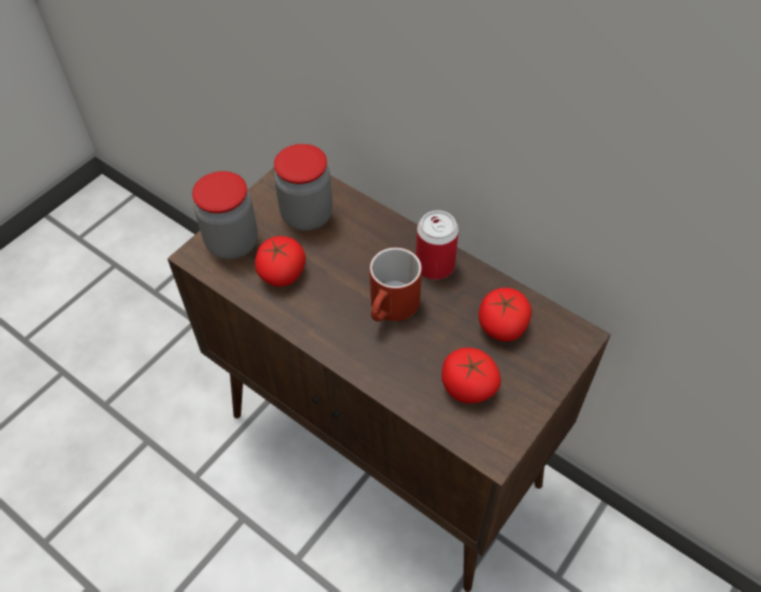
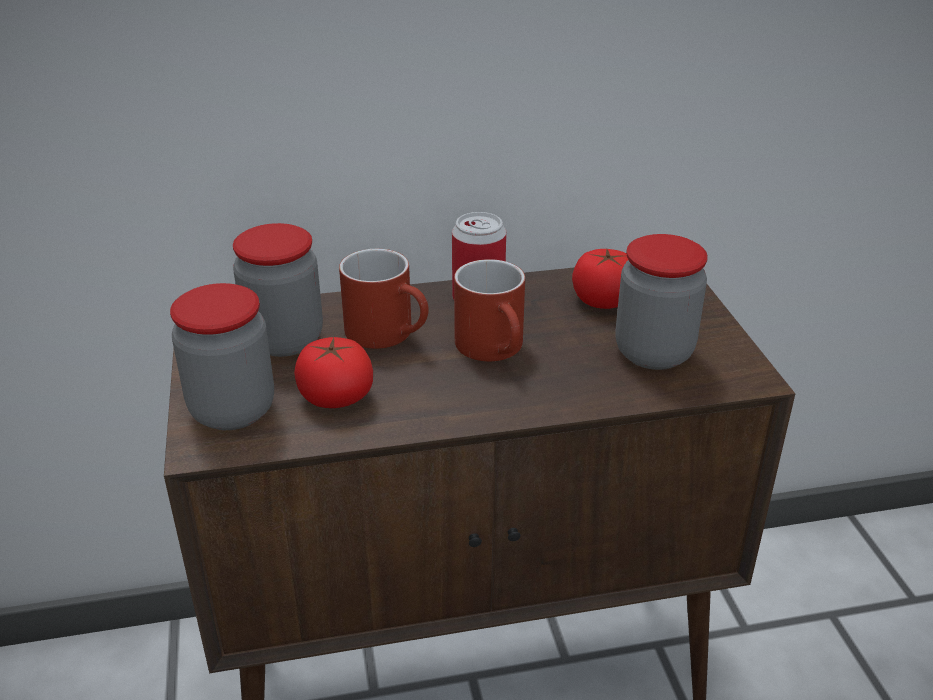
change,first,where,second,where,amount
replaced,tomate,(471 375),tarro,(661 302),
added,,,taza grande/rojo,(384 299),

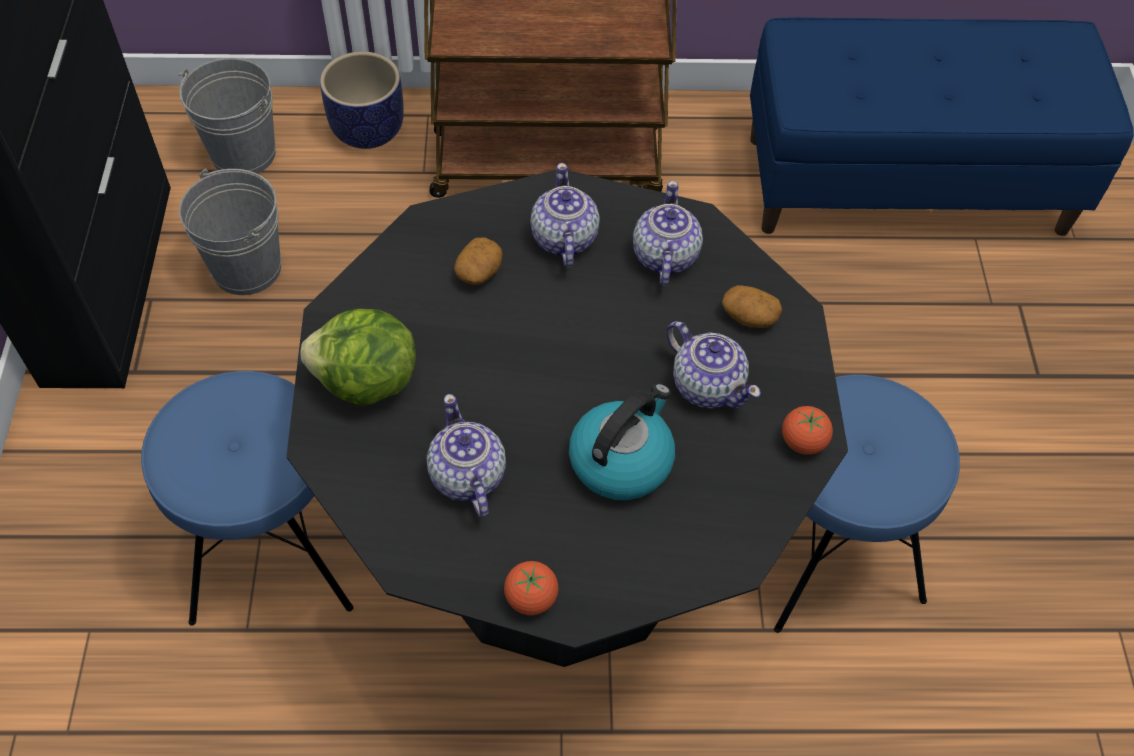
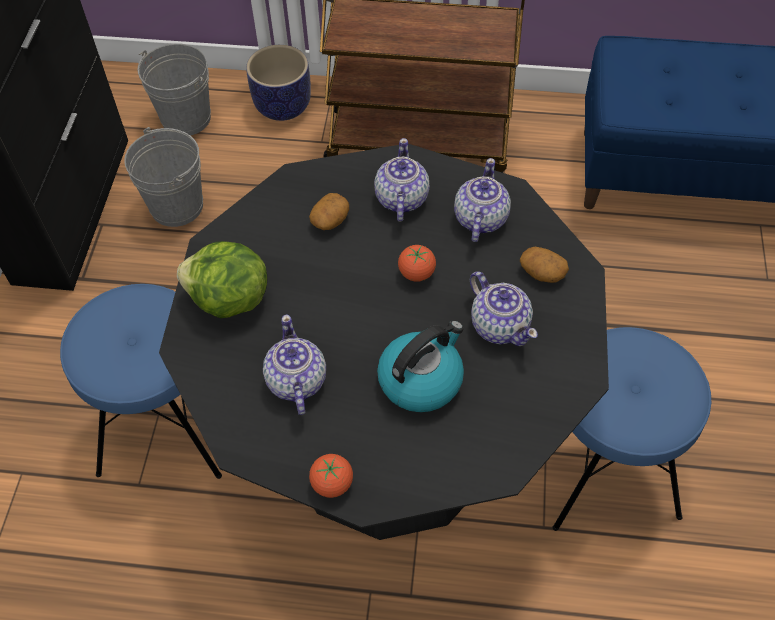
change,first,where,second,where,amount
moved,tomate,(807 430),,(417 263),

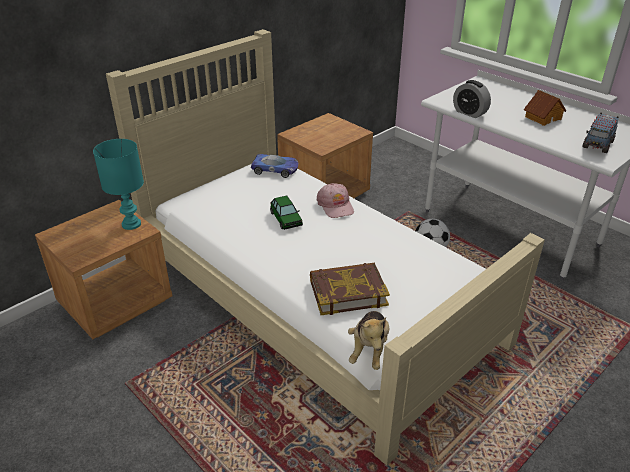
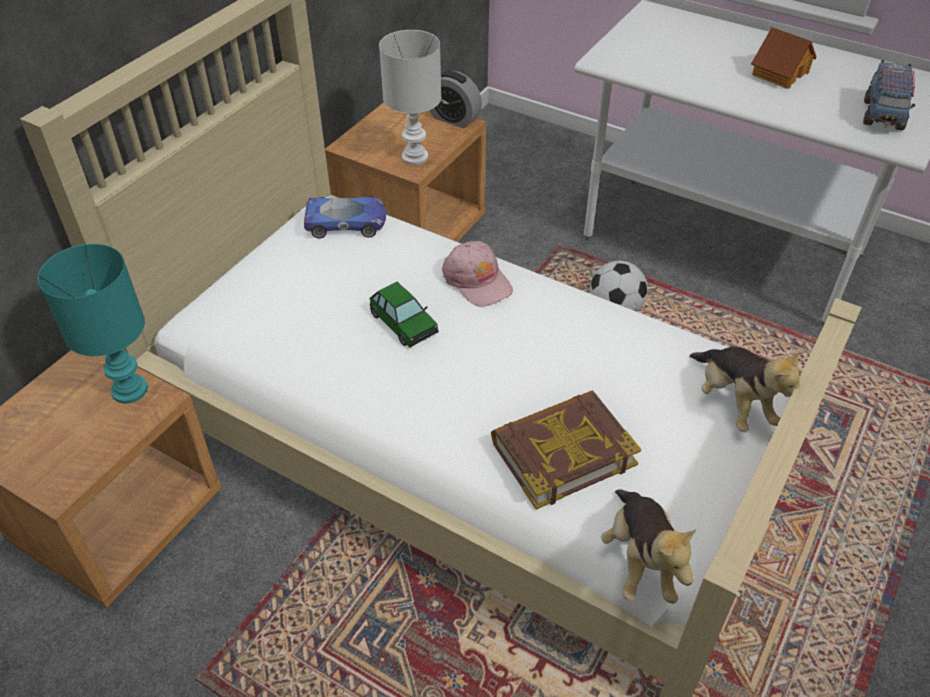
change,first,where,second,where,amount
moved,despertador,(472 99),,(456 99),
added,,,lámpara de mesa/blanco,(410 97),
added,,,peluche,(745 389),

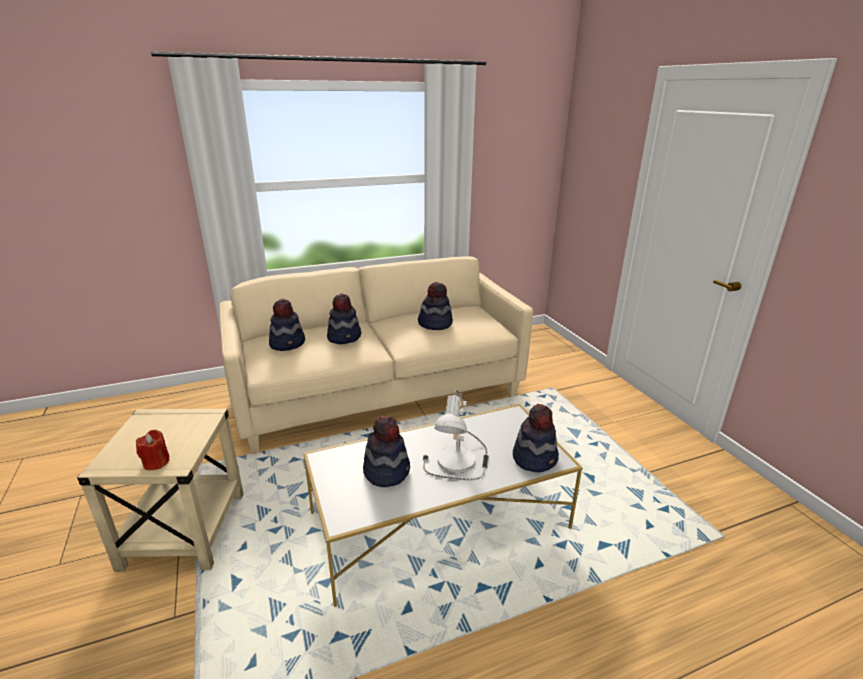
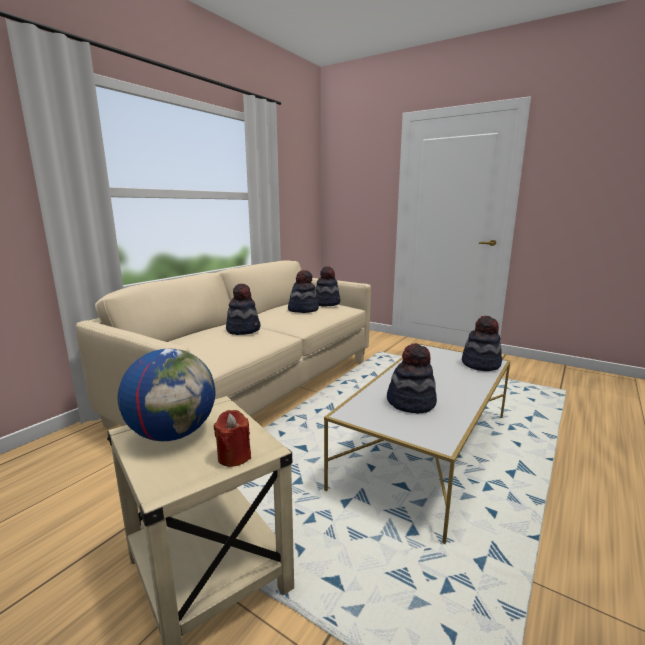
change,first,where,second,where,amount
moved,sombrero,(287 324),,(327 286),
removed,lámpara de mesa,(455 435),,,
added,,,globo terráqueo,(166 395),

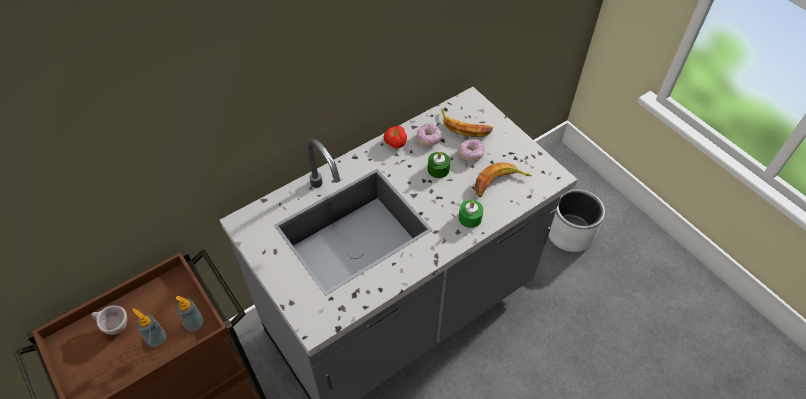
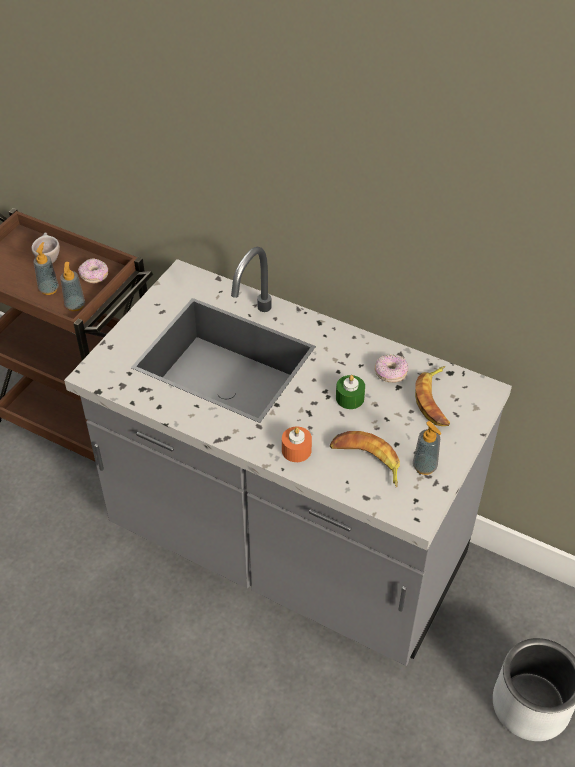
change,first,where,second,where,amount
removed,tomate,(395 137),,,
moved,rosquilla,(472 150),,(93 270),
recoloured,vela/verde,(471 214),vela/naranja,(297 444),
added,,,dispensador de jabón,(427 448),

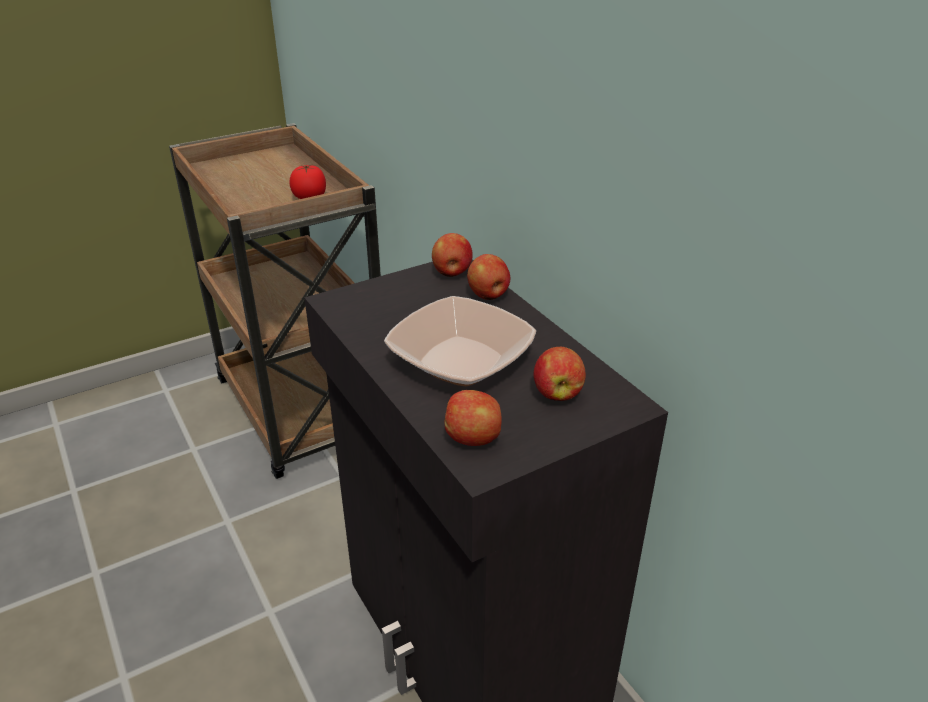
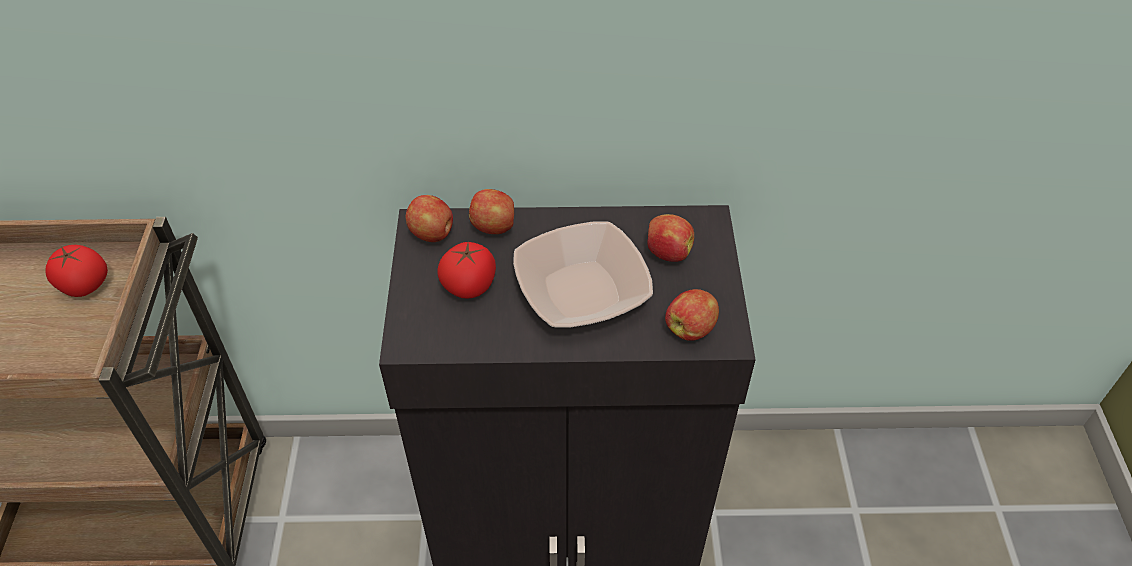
change,first,where,second,where,amount
added,,,tomate,(466 270),

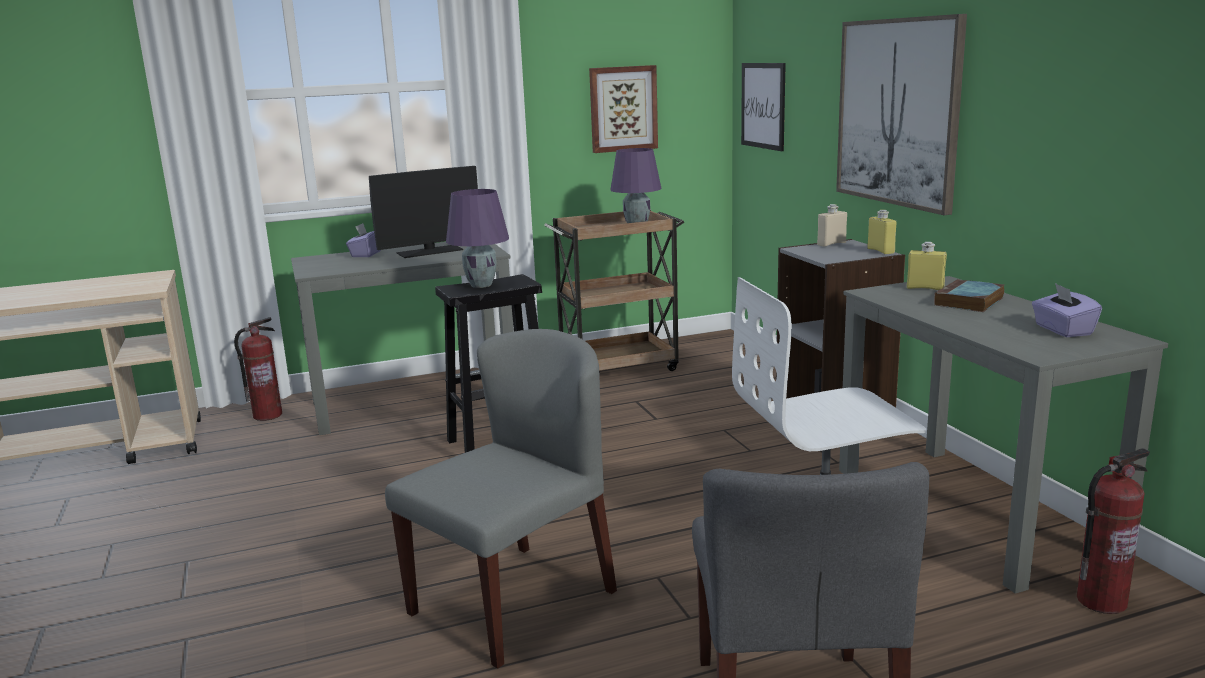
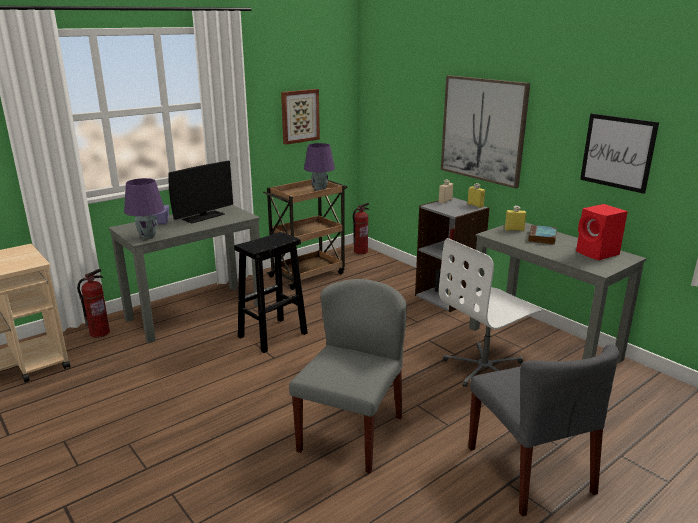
change,first,where,second,where,amount
moved,lámpara de mesa/morado,(477 238),,(144 208),
moved,cuadro,(763 107),,(619 153),
replaced,caja de pañuelos/morado,(1067 310),altavoz/rojo,(602 232),
moved,extintor,(1113 531),,(361 228),

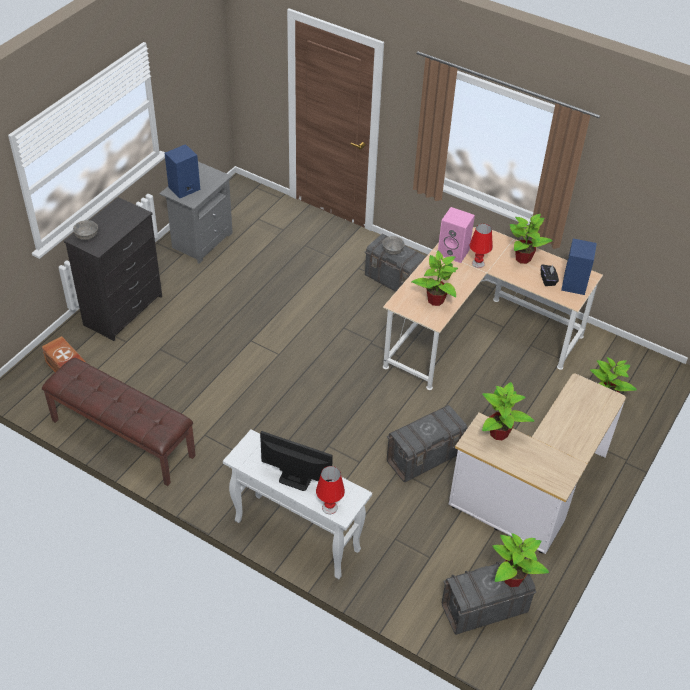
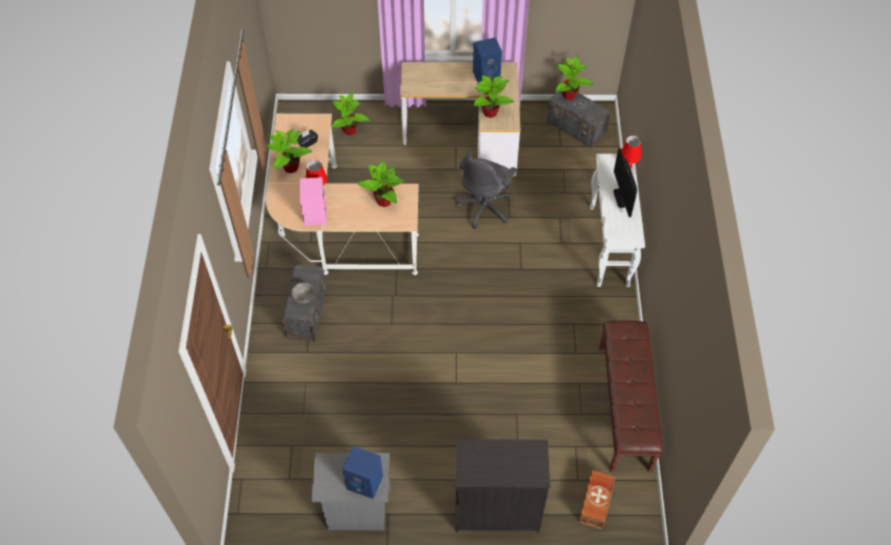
change,first,where,second,where,amount
removed,cuenco/gris,(85 230),,,
replaced,caja de almacenaje/gris,(427 443),silla de oficina/gris,(486 190),
moved,altavoz/azul,(579 267),,(487 60),

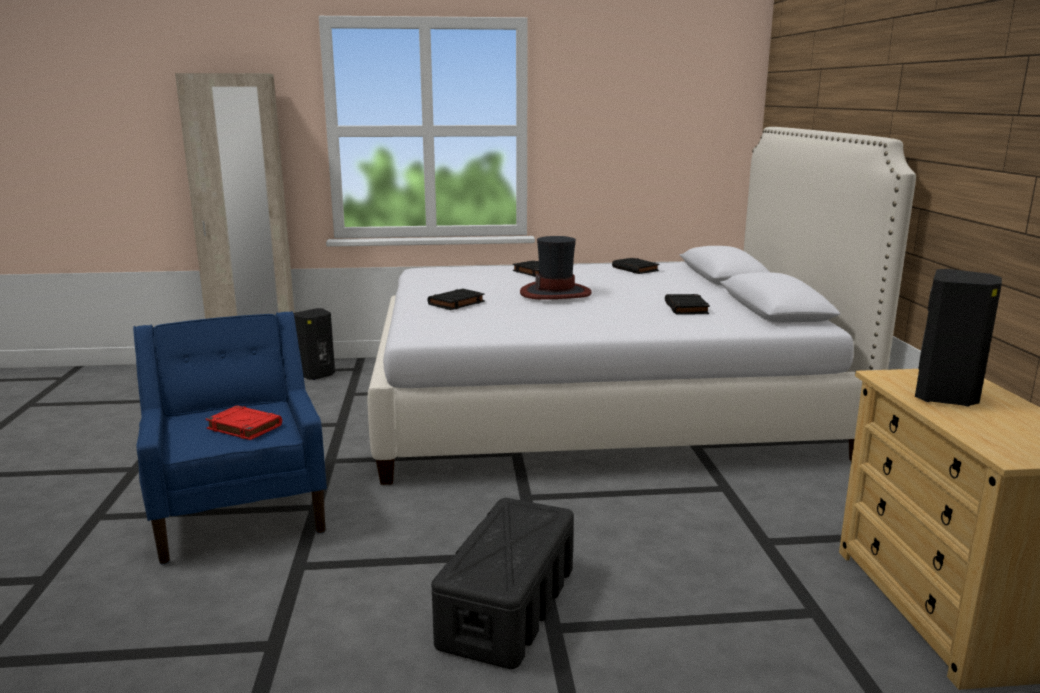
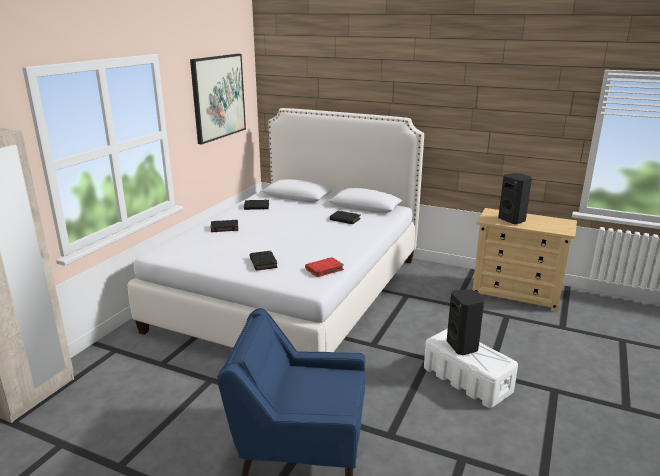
change,first,where,second,where,amount
moved,libro/rojo,(244 423),,(324 267),
moved,altavoz/negro,(314 344),,(466 322),
recoloured,caja de almacenaje/negro,(503 583),caja de almacenaje/blanco,(471 368),
removed,sombrero,(556 268),,,
added,,,cuadro,(218 99),

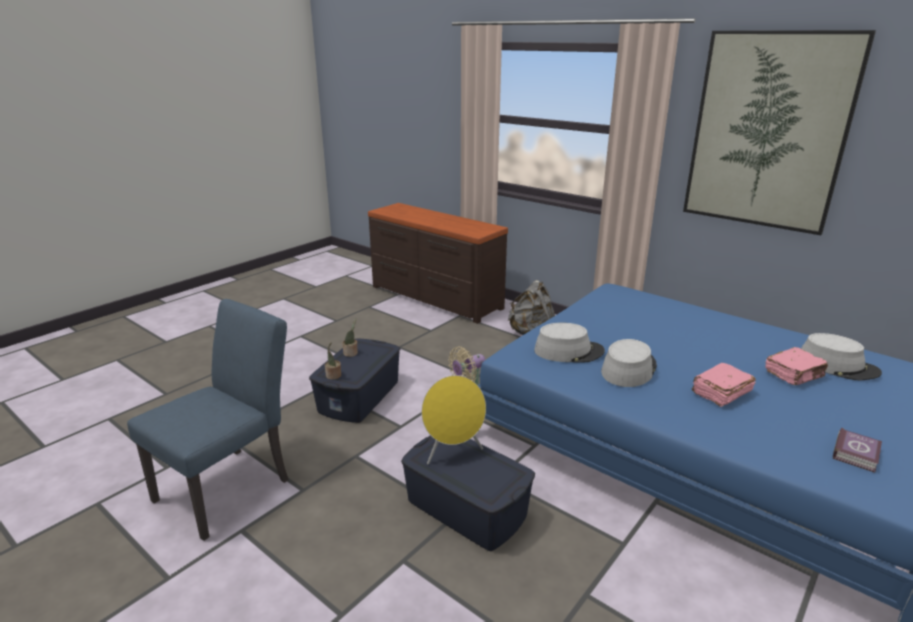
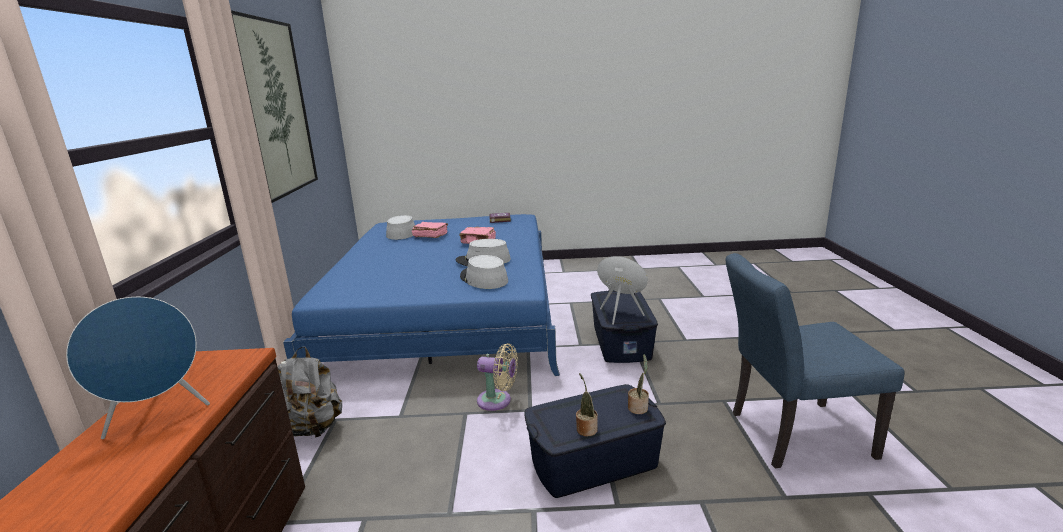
change,first,where,second,where,amount
added,,,altavoz/azul,(138 368),

